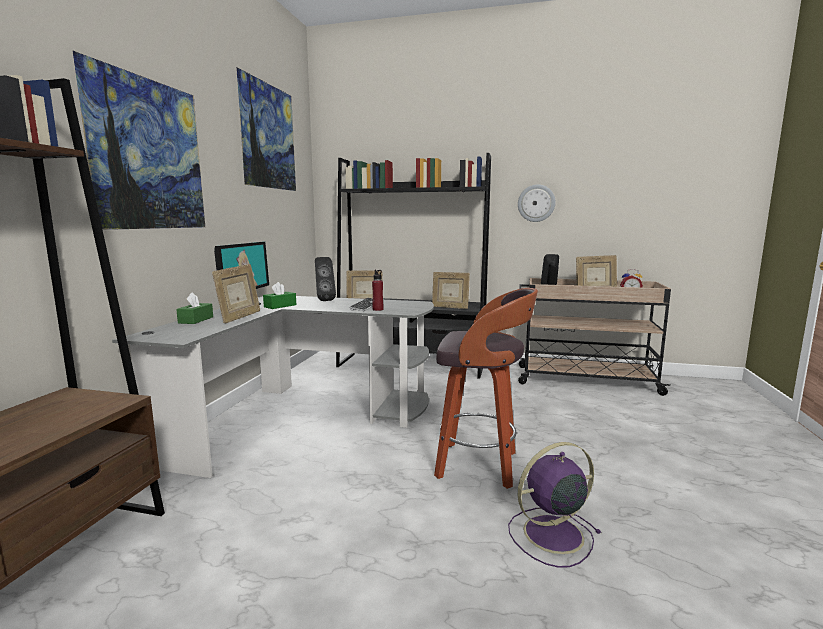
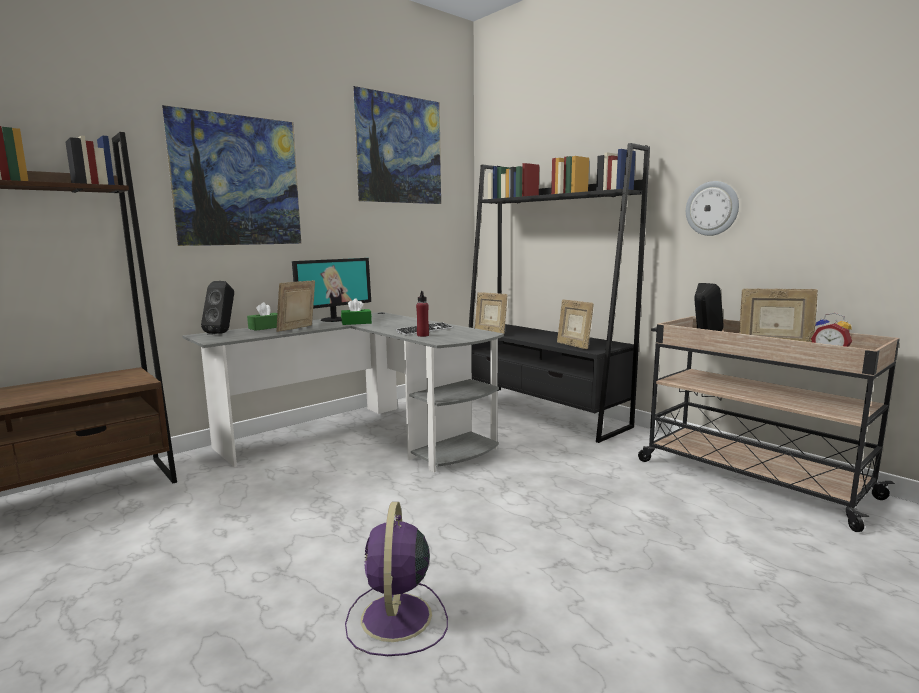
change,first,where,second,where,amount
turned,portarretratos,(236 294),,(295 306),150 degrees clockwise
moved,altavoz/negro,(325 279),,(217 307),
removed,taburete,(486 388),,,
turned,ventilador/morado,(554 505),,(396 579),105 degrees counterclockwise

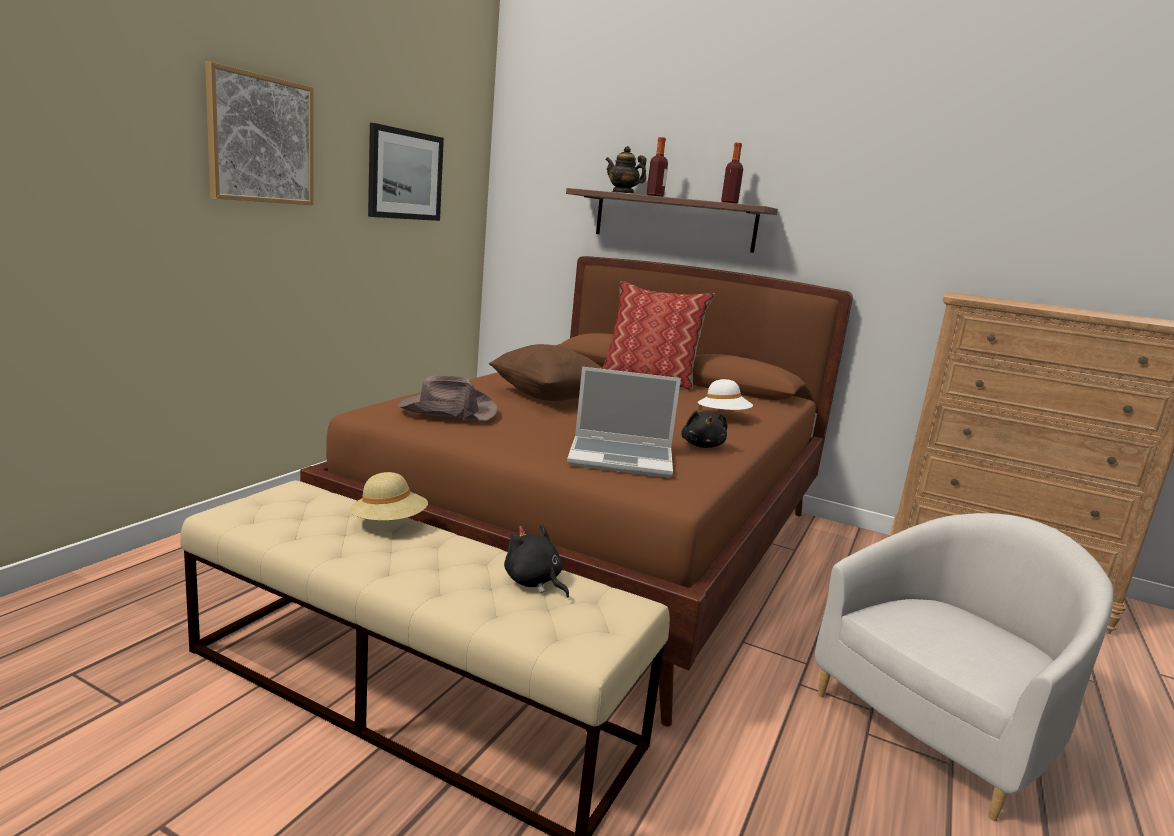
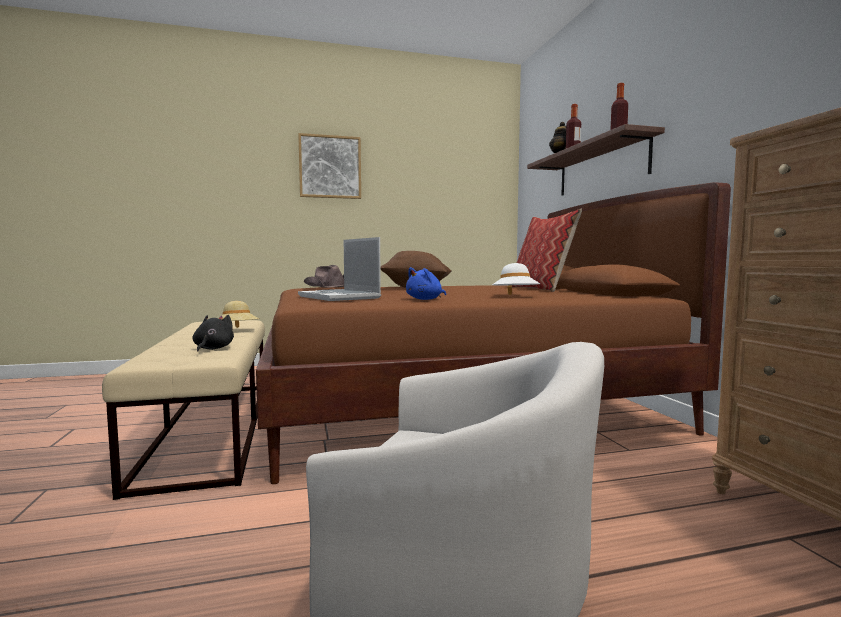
change,first,where,second,where,amount
removed,cuadro,(406 172),,,
recoloured,peluche/negro,(704 429),peluche/azul,(426 283),

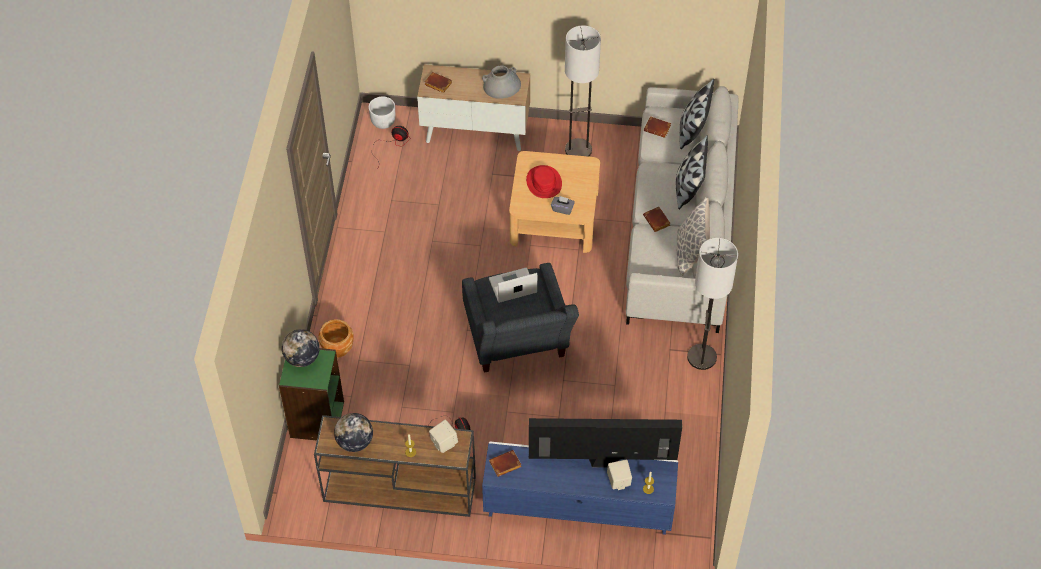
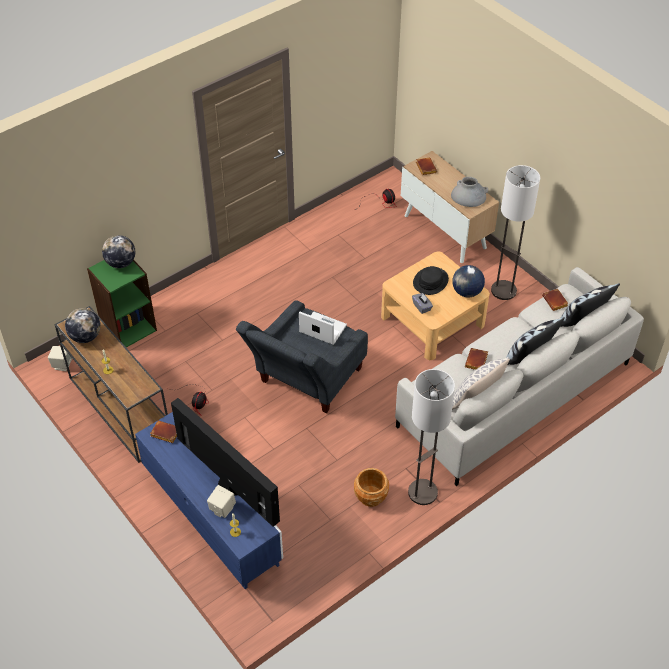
change,first,where,second,where,amount
moved,maceta/marrón,(335 338),,(371 487),
removed,maceta/blanco,(382 113),,,
moved,altavoz/beis,(443 436),,(60 358),
recoloured,sombrero/rojo,(544 181),sombrero/negro,(431 280),
added,,,globo terráqueo,(468 281),

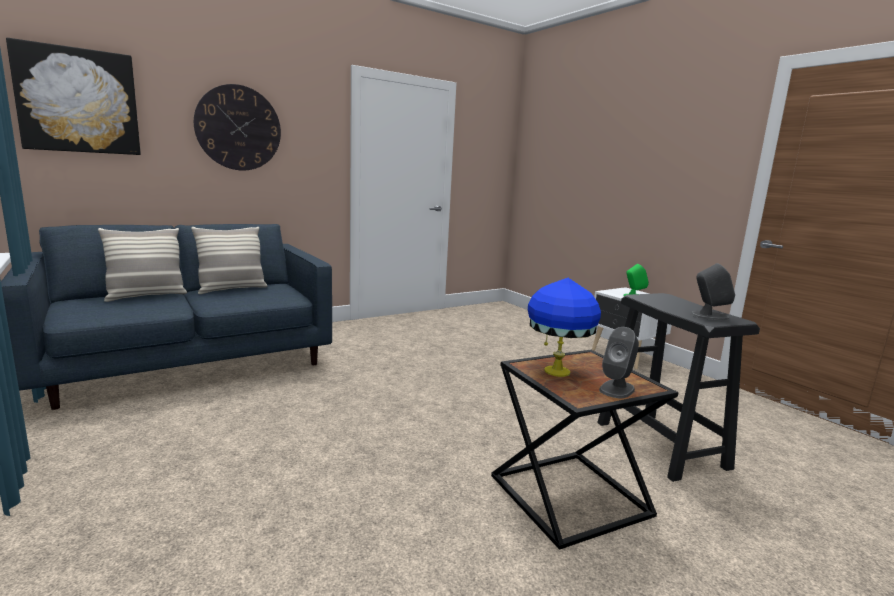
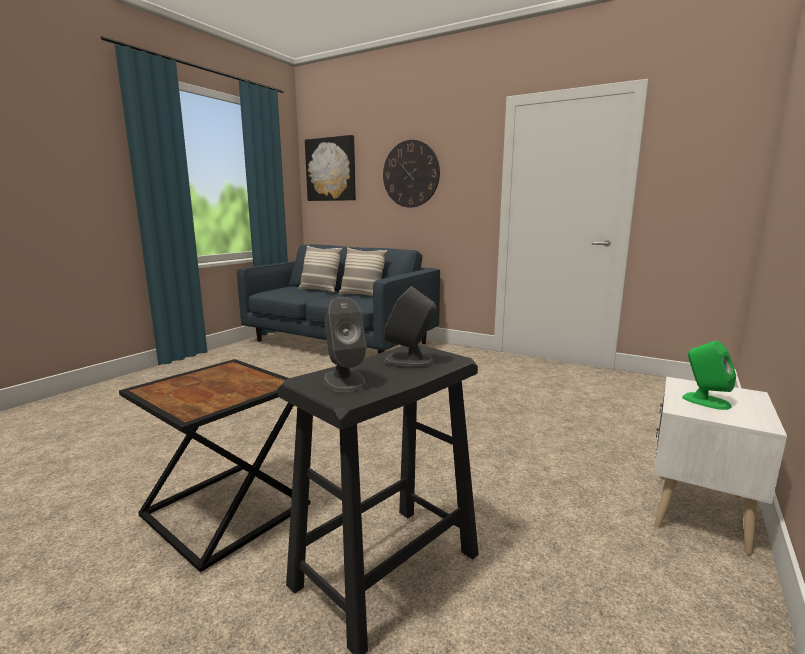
change,first,where,second,where,amount
removed,lámpara de mesa/azul,(564 327),,,
moved,altavoz/gris,(619 362),,(410 326),

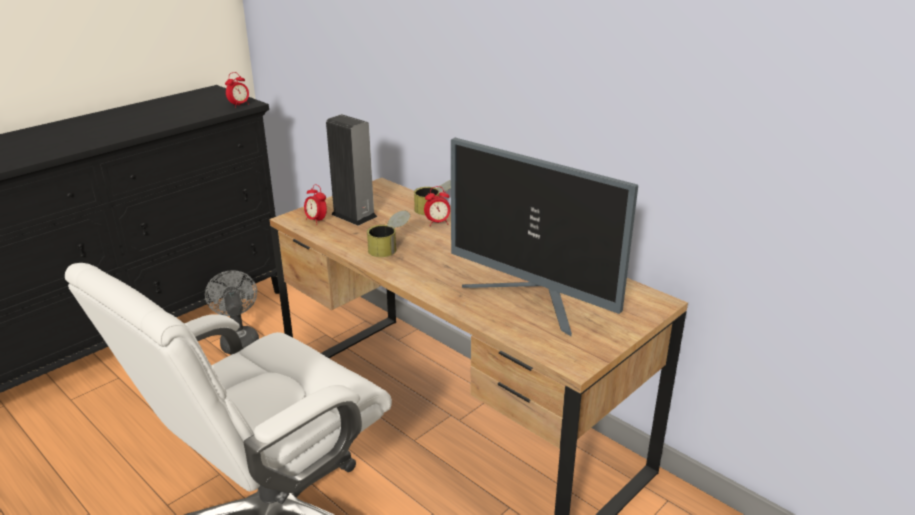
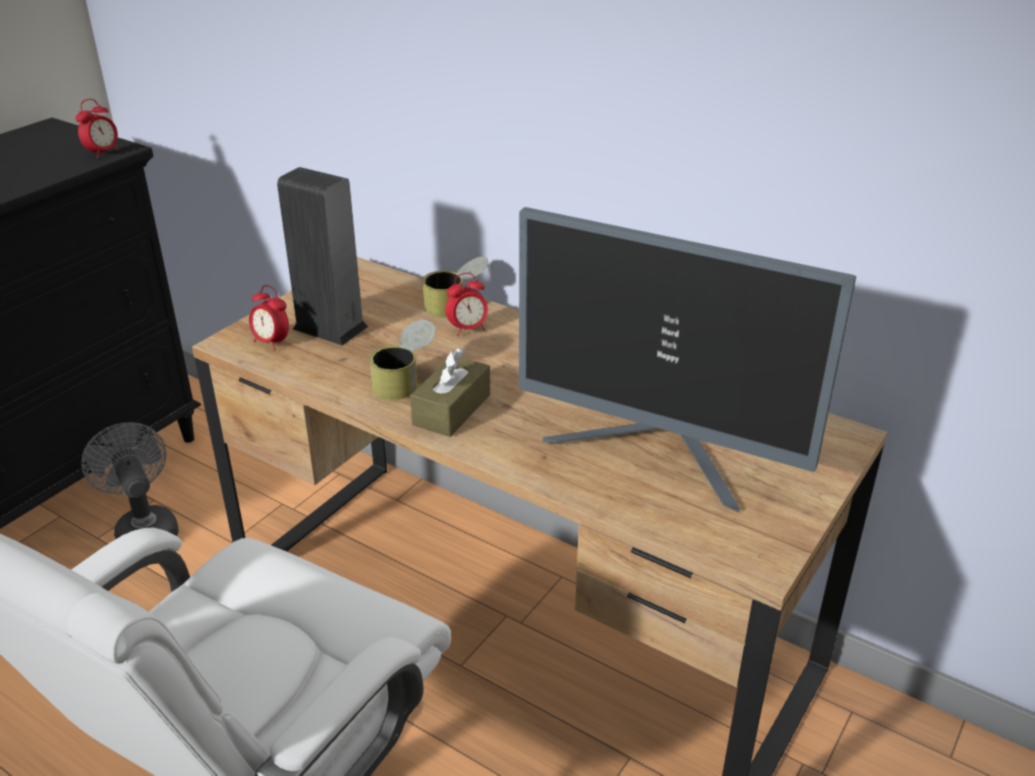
change,first,where,second,where,amount
added,,,caja de pañuelos/marrón,(450 392),

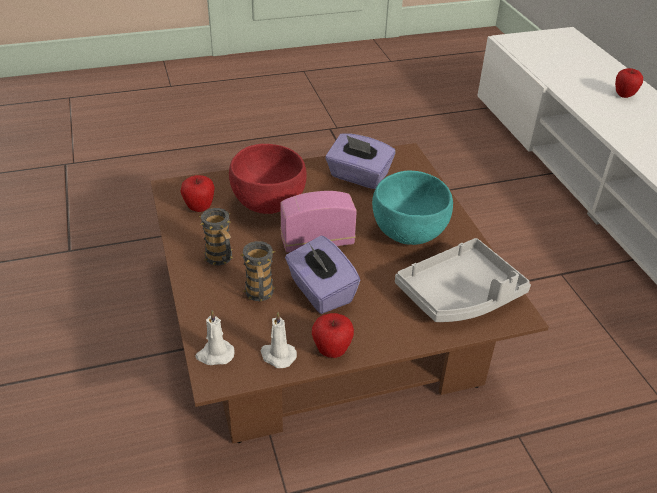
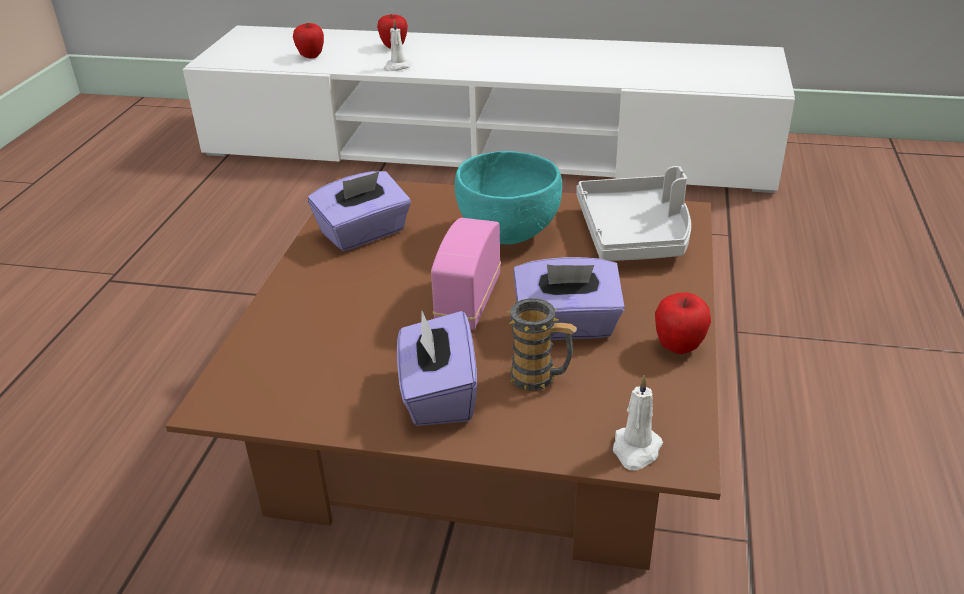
change,first,where,second,where,amount
moved,manzana,(197 193),,(308 41),
replaced,taza grande,(216 236),caja de pañuelos/morado,(437 368),
removed,cuenco/rojo,(268 179),,,
moved,vela/blanco,(279 340),,(397 45),

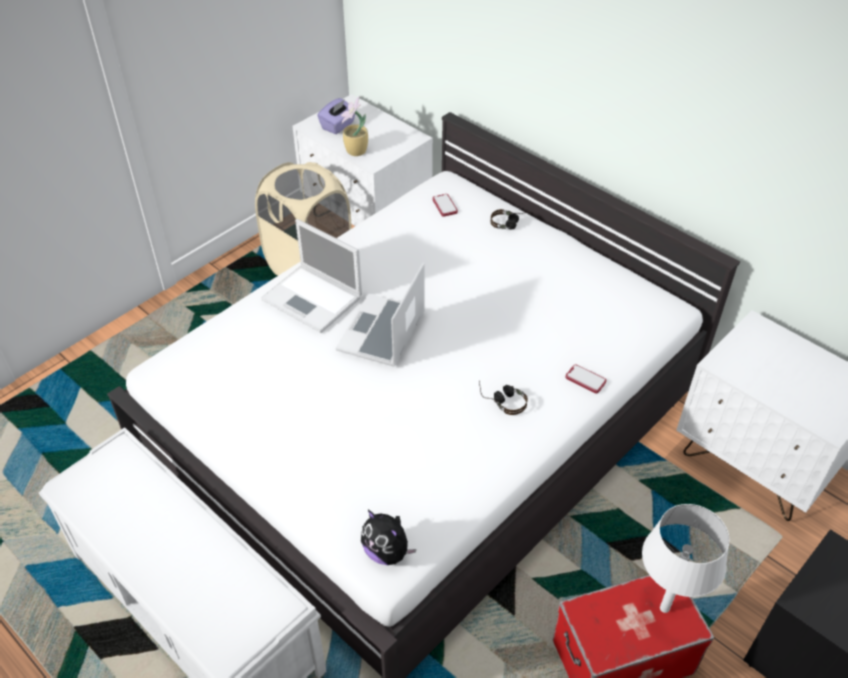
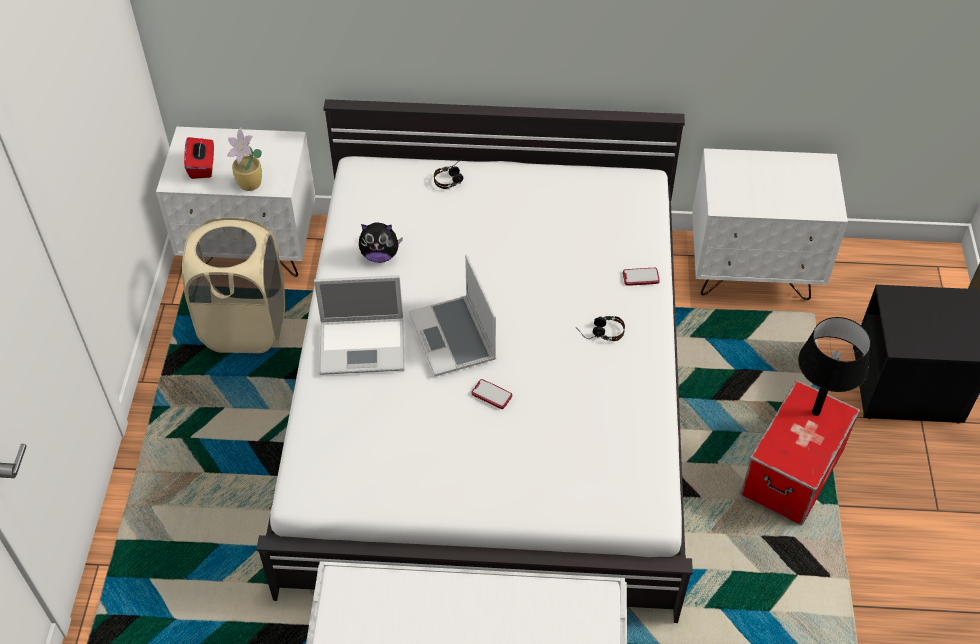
change,first,where,second,where,amount
recoloured,caja de pañuelos/morado,(337 116),caja de pañuelos/rojo,(199 158),
moved,peluche,(389 537),,(381 242),
moved,móvil,(445 205),,(492 394),
recoloured,lámpara de mesa/blanco,(686 558),lámpara de mesa/negro,(834 366),

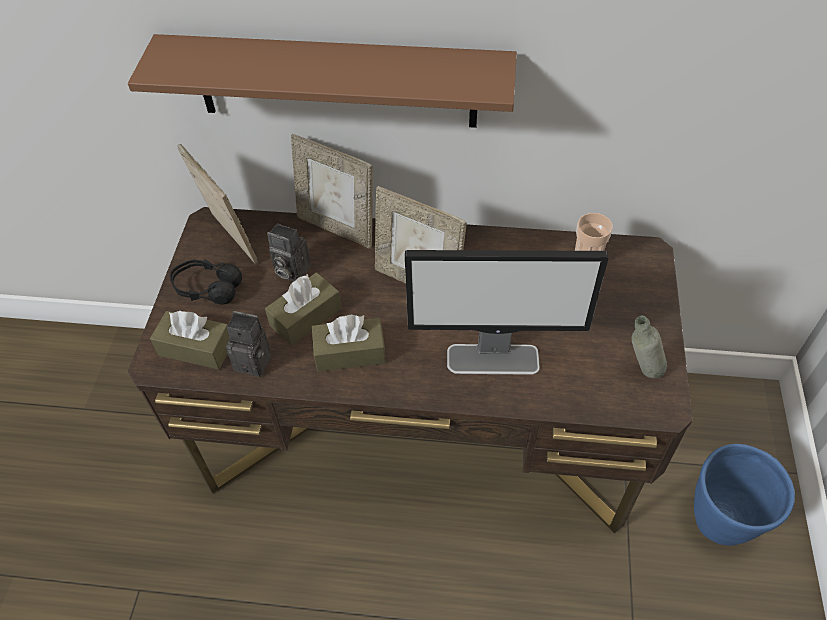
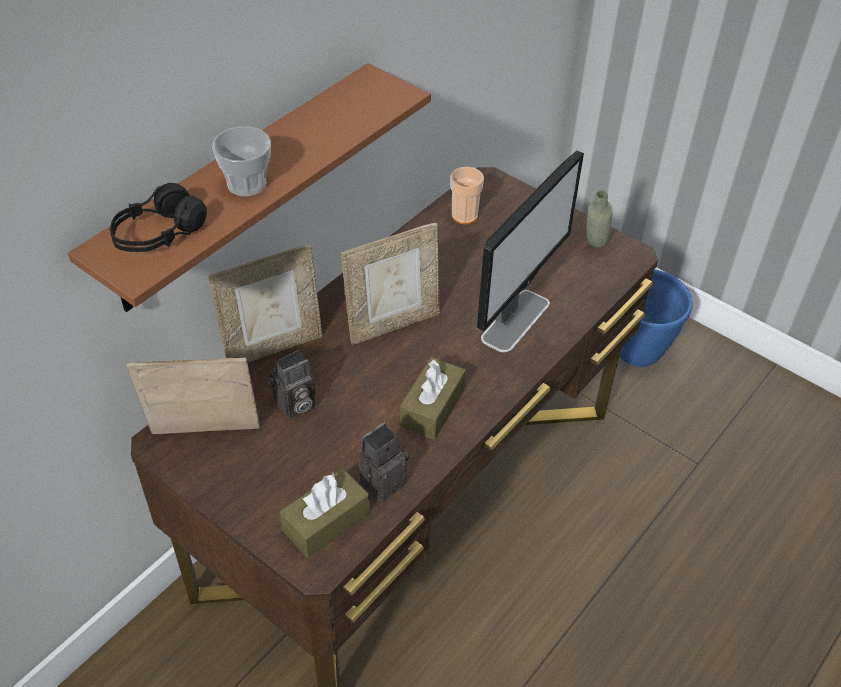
change,first,where,second,where,amount
moved,auriculares/negro,(206 282),,(158 217),
removed,caja de pañuelos/marrón,(303 308),,,
added,,,taza,(241 161),

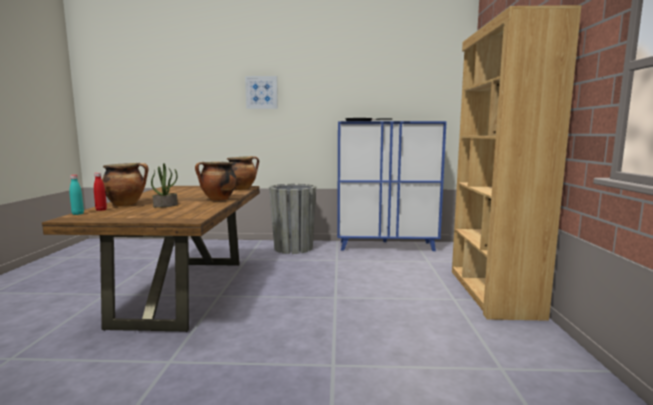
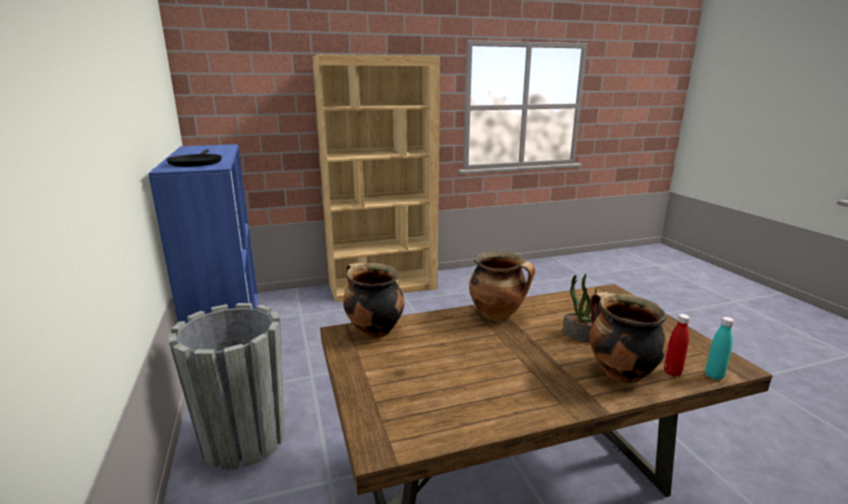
change,first,where,second,where,amount
removed,cuadro,(261 92),,,

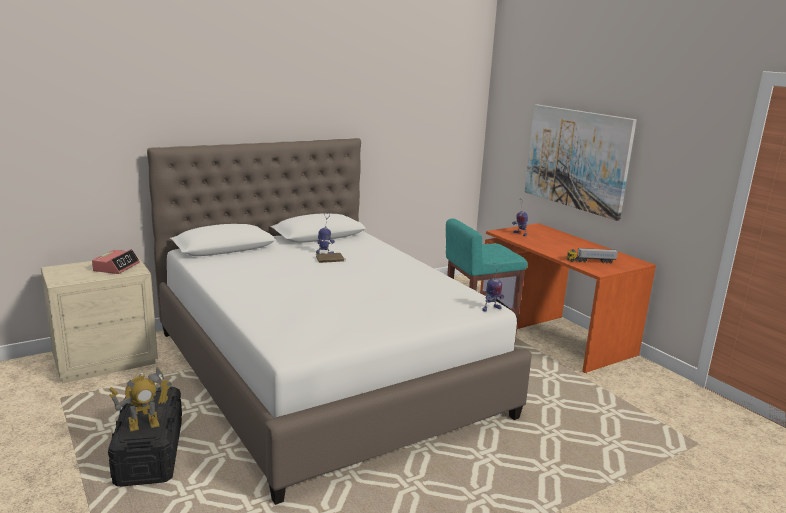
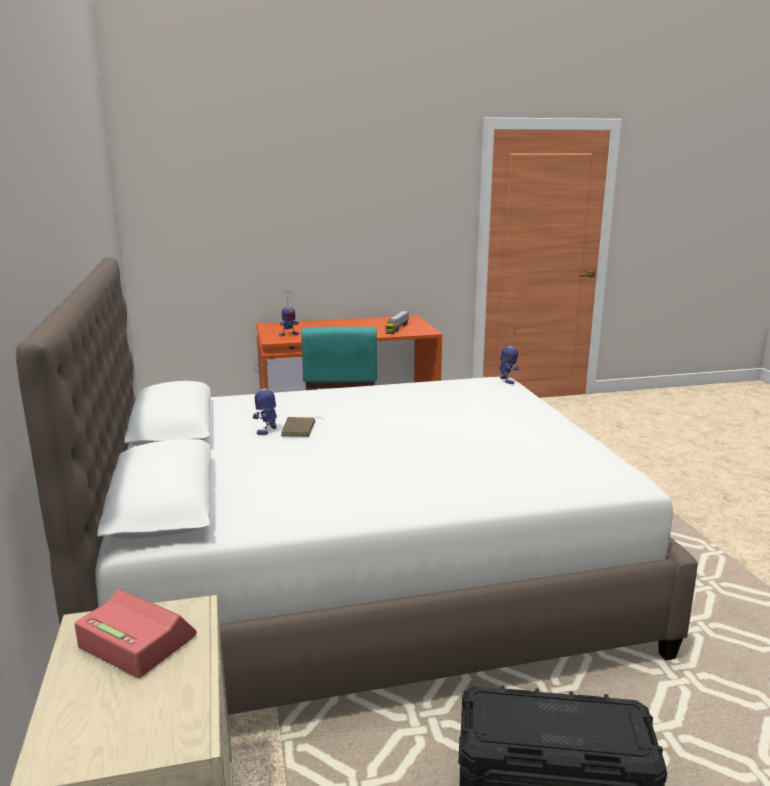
change,first,where,second,where,amount
removed,robot de juguete,(140 399),,,
removed,cuadro,(581 162),,,

